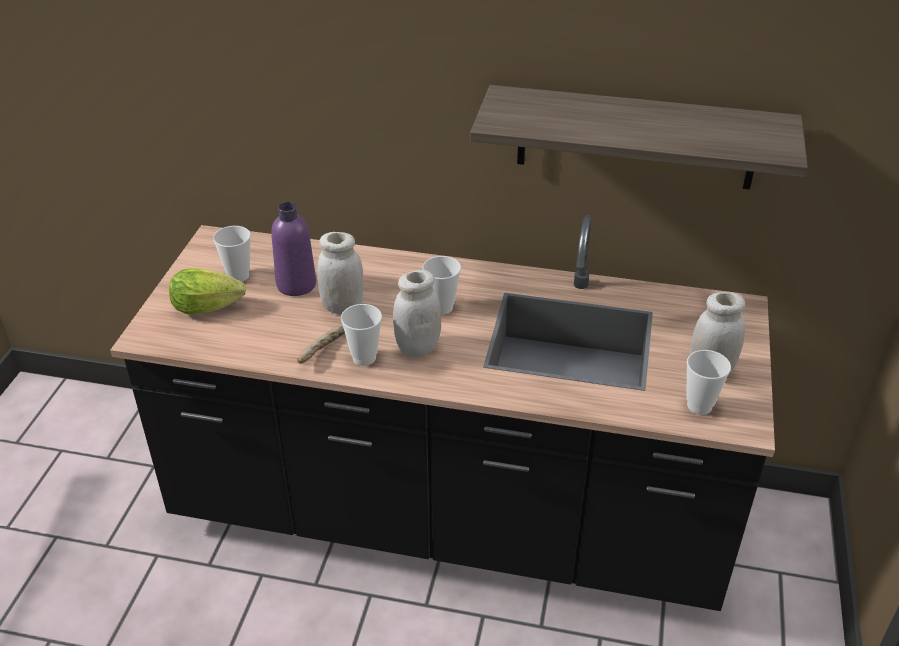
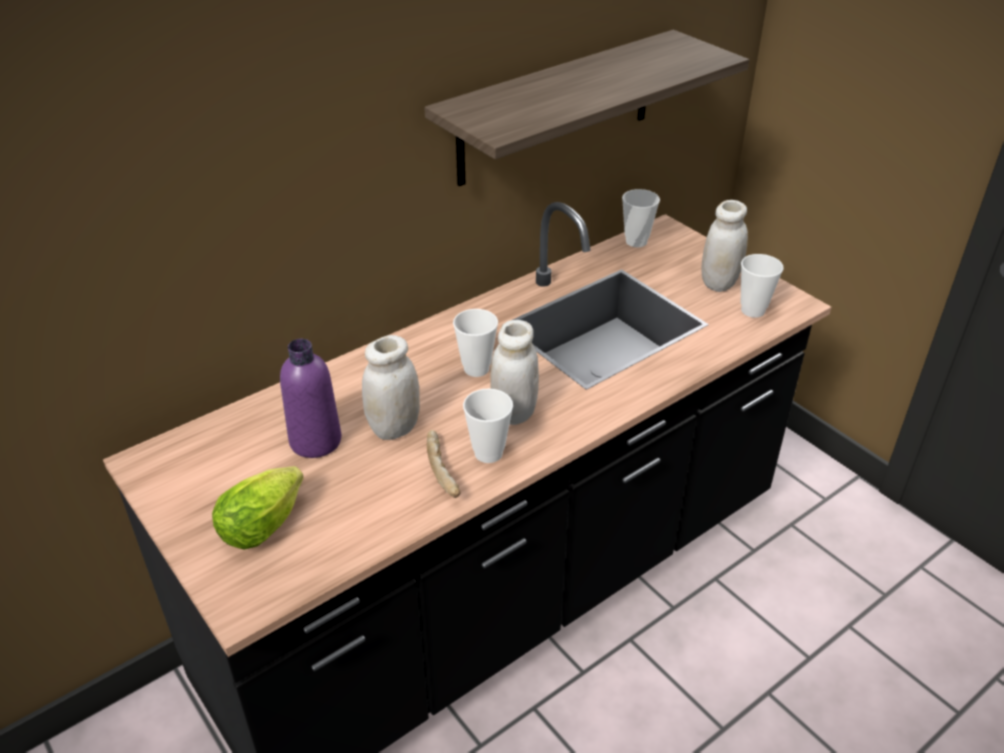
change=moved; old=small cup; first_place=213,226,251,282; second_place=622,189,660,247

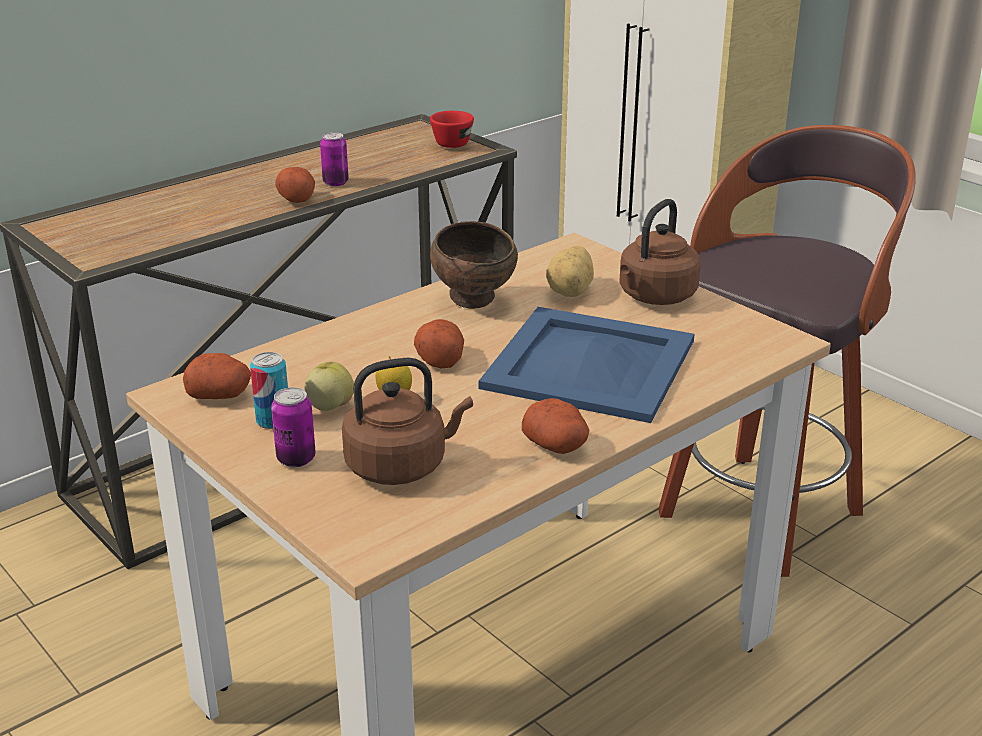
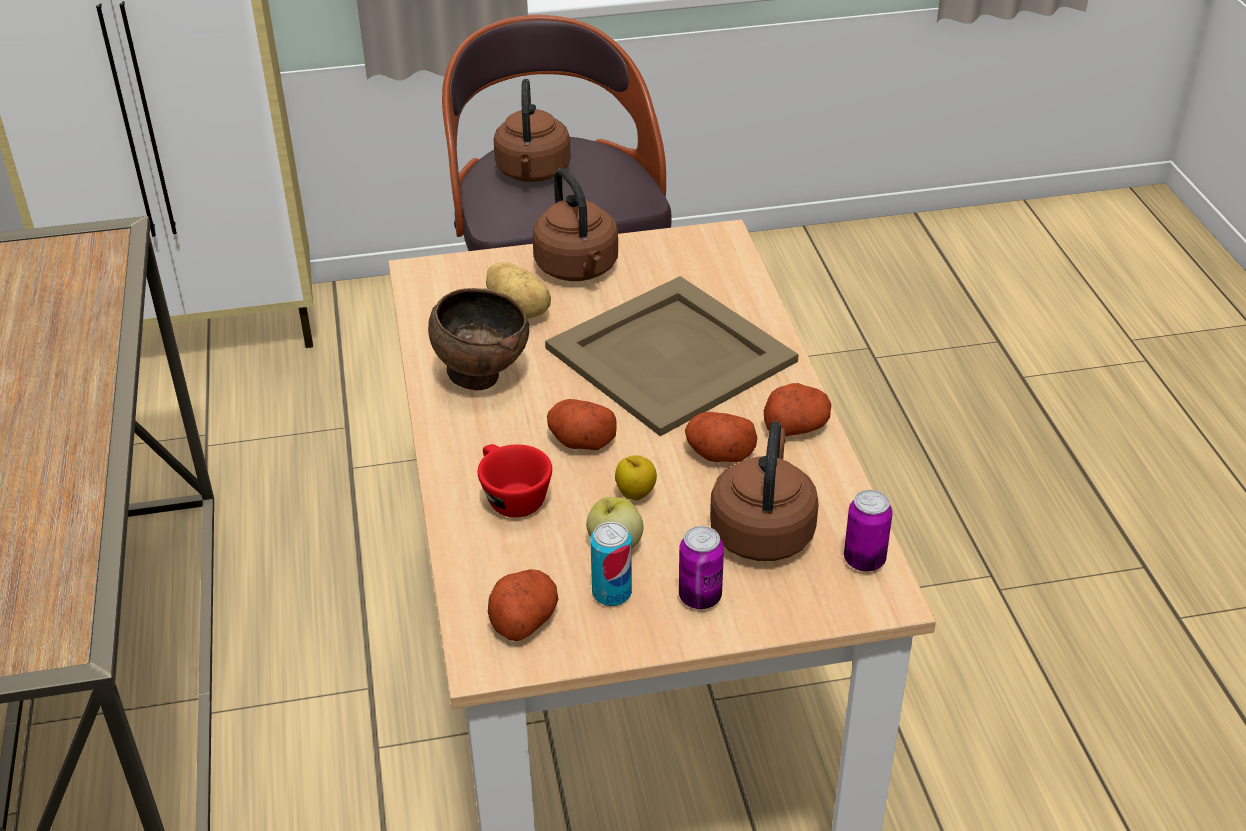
change=moved; old=small cup (red); first_place=430,111,474,148; second_place=478,444,552,518
change=added; new=water kettle (brown); second_place=494,79,571,182
change=recoloured; old=serving tray (blue-coloured); new=serving tray (beige); first_place=479,307,694,423; second_place=545,276,799,436
change=moved; old=potato; first_place=275,167,315,203; second_place=685,412,757,462
change=moved; old=metal can; first_place=320,132,349,186; second_place=844,490,893,572

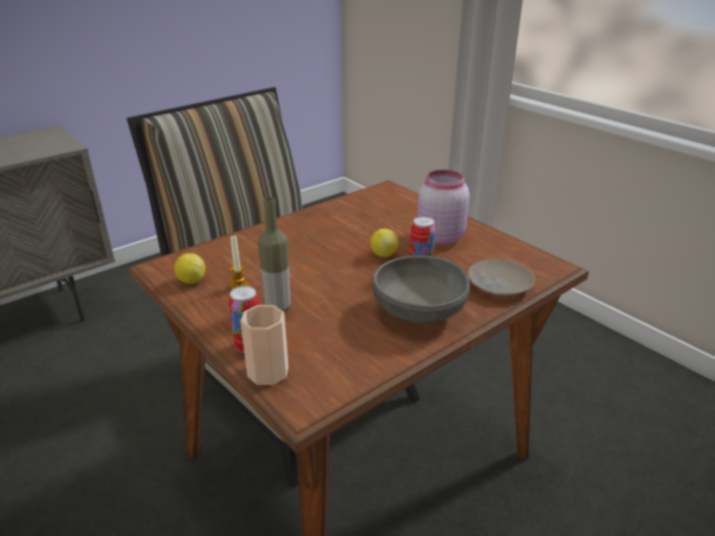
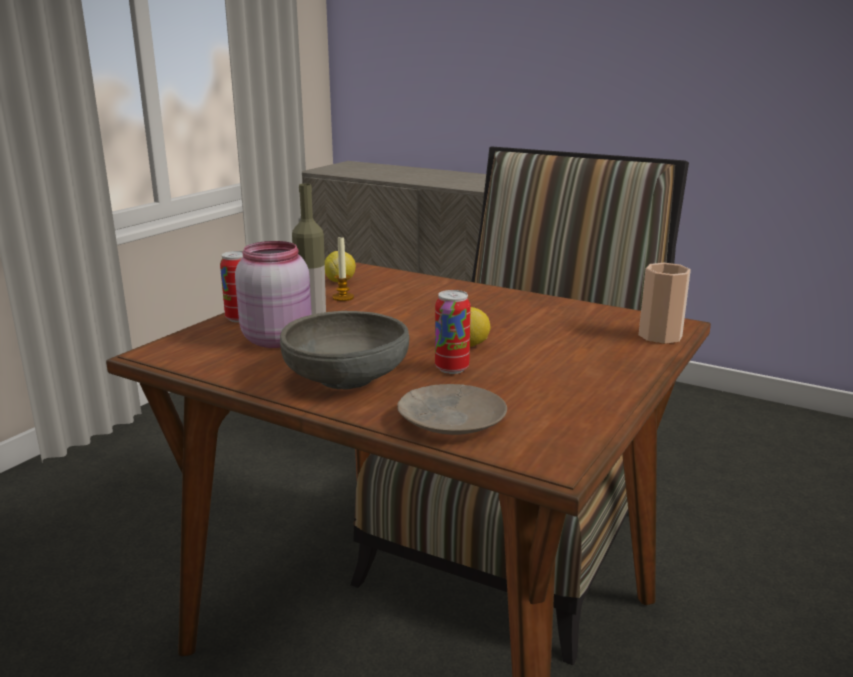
change=moved; old=preserve jar (pink-coloured); first_place=417,170,470,244; second_place=235,241,312,348
change=moved; old=small cup; first_place=240,305,288,385; second_place=639,263,691,344

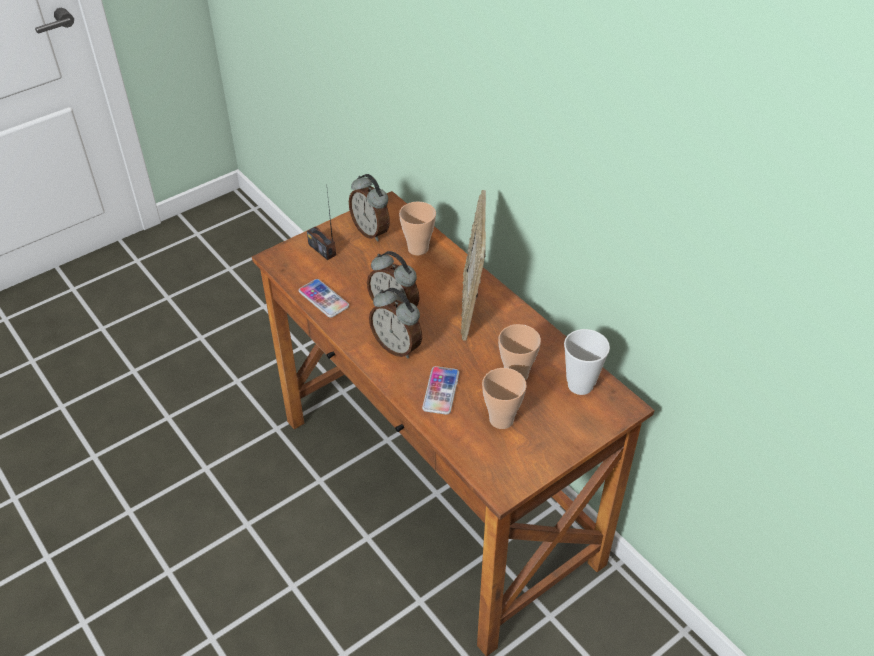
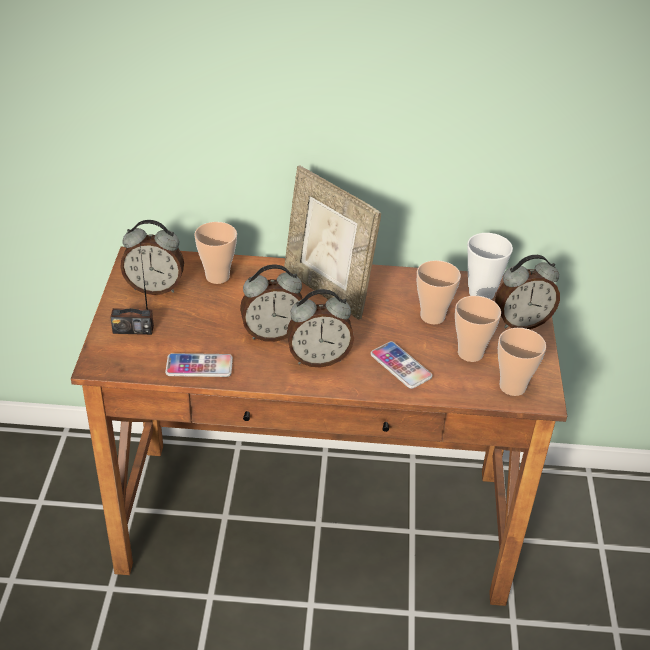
change=added; new=alarm clock; second_place=495,255,560,329
change=added; new=small cup; second_place=498,328,546,396

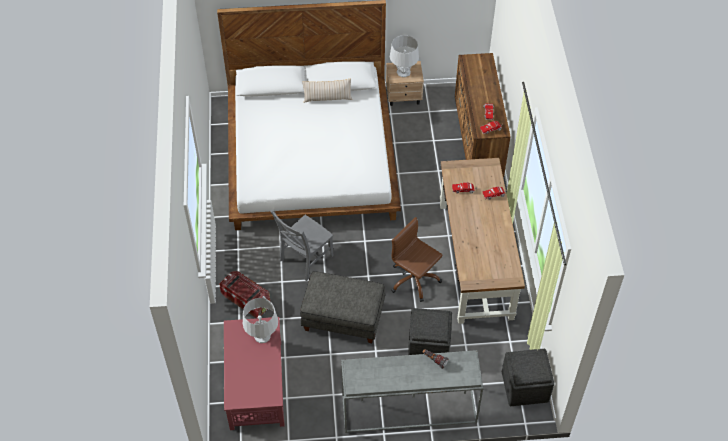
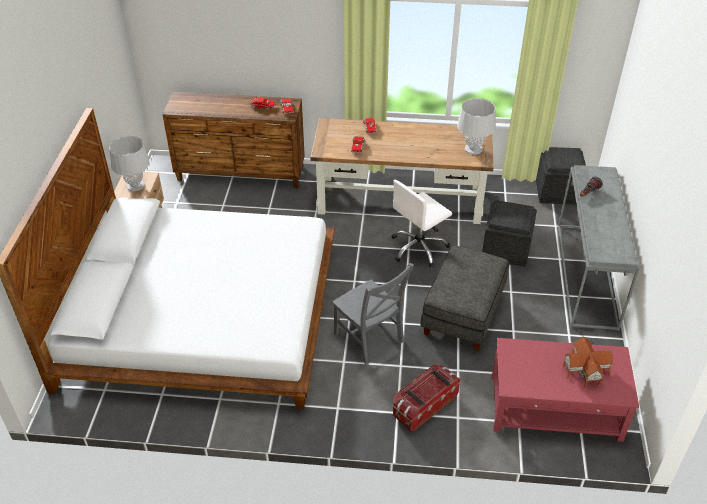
change=recoloured; old=computer chair (brown); new=computer chair (whitish); first_place=391,217,442,302; second_place=392,180,452,268
change=moved; old=tabletop lamp (gray); first_place=243,298,278,343; second_place=457,98,496,155
change=added; new=toy house; second_place=563,336,613,388
change=removed; old=cushion (beige); first_place=302,79,352,103

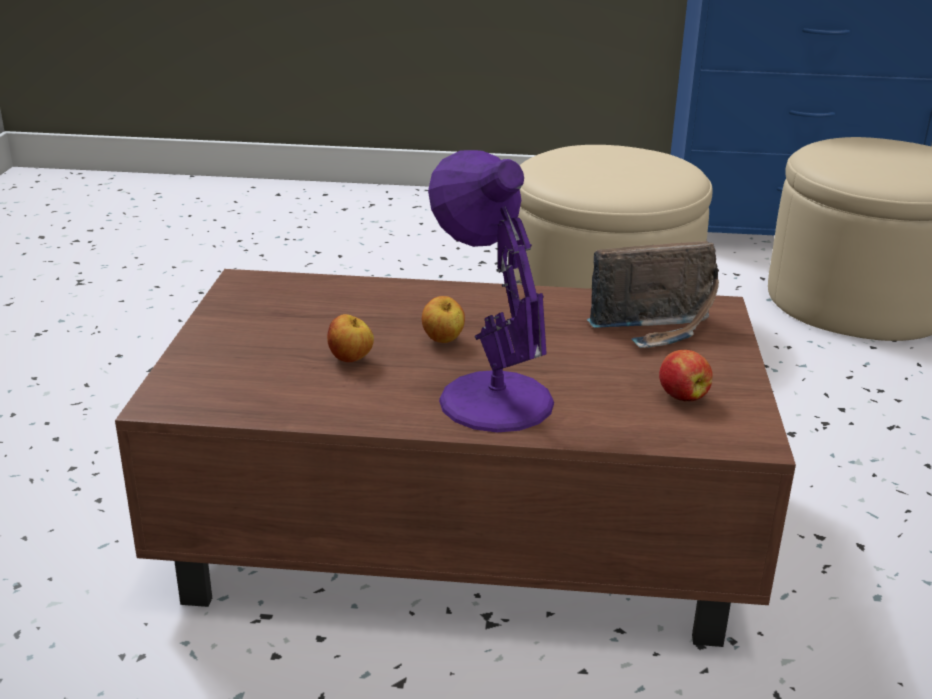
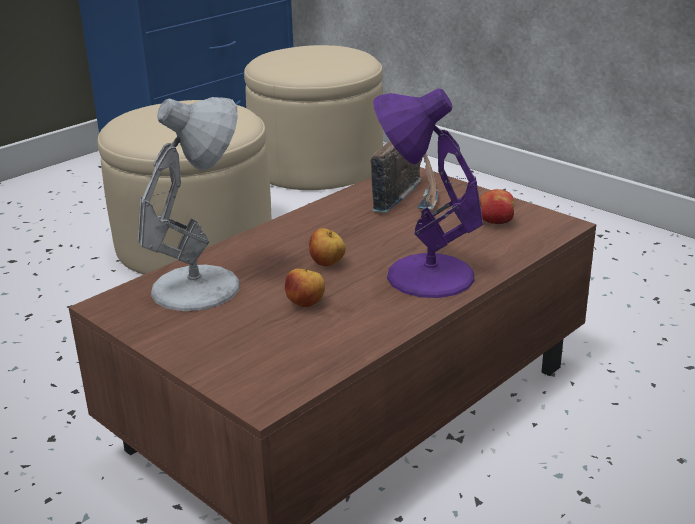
change=added; new=tabletop lamp (whitish); second_place=137,97,240,311

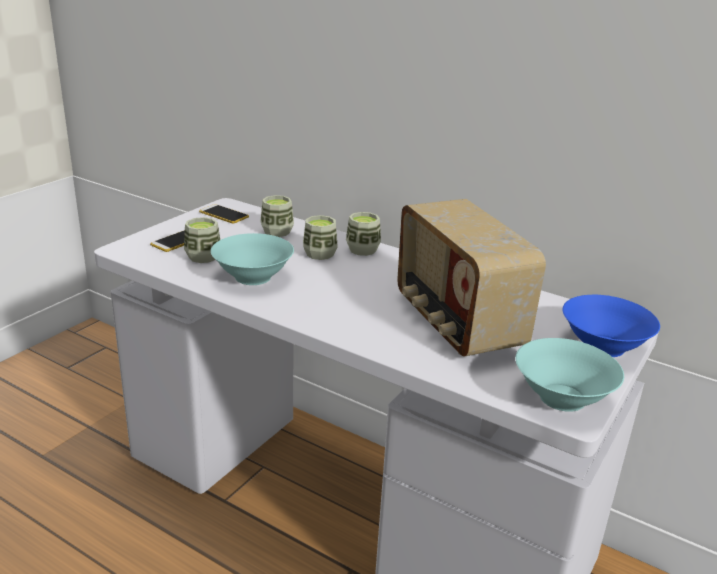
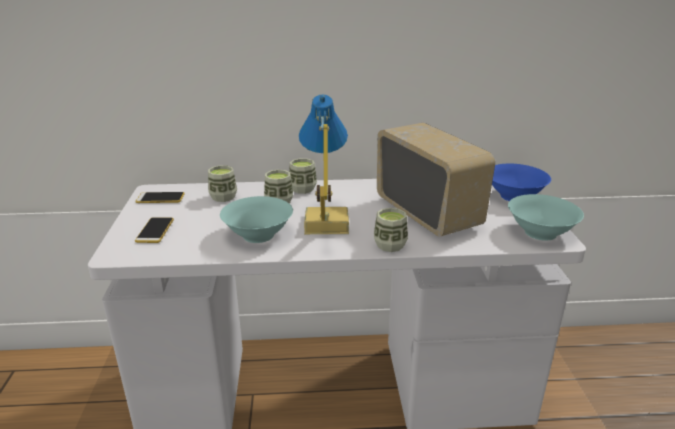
change=added; new=tabletop lamp; second_place=299,95,349,234
change=moved; old=small cup; first_place=184,217,220,263; second_place=374,208,408,252
change=turned; old=radio set; first_place=397,199,546,357; second_place=377,123,495,237; degrees=-150

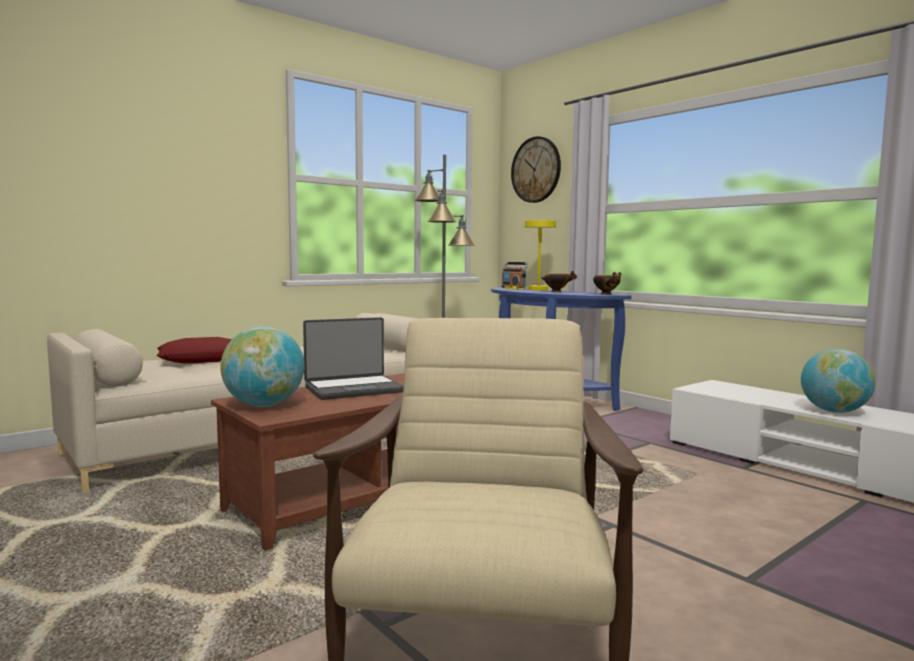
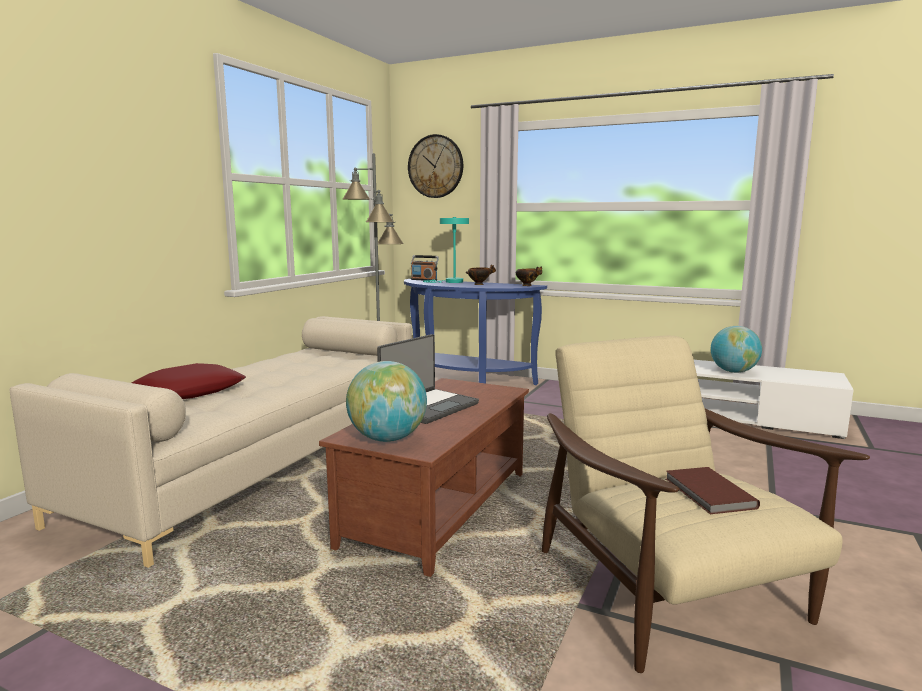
change=recoloured; old=tabletop lamp (yellow); new=tabletop lamp (turquoise-coloured); first_place=504,220,556,290; second_place=423,217,469,283
change=added; new=bound book (brown); second_place=666,467,760,514

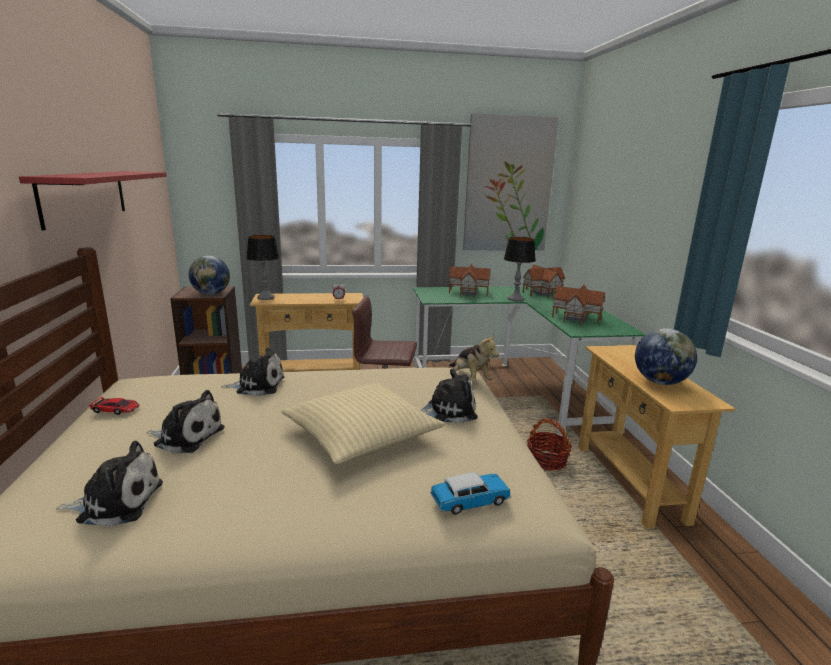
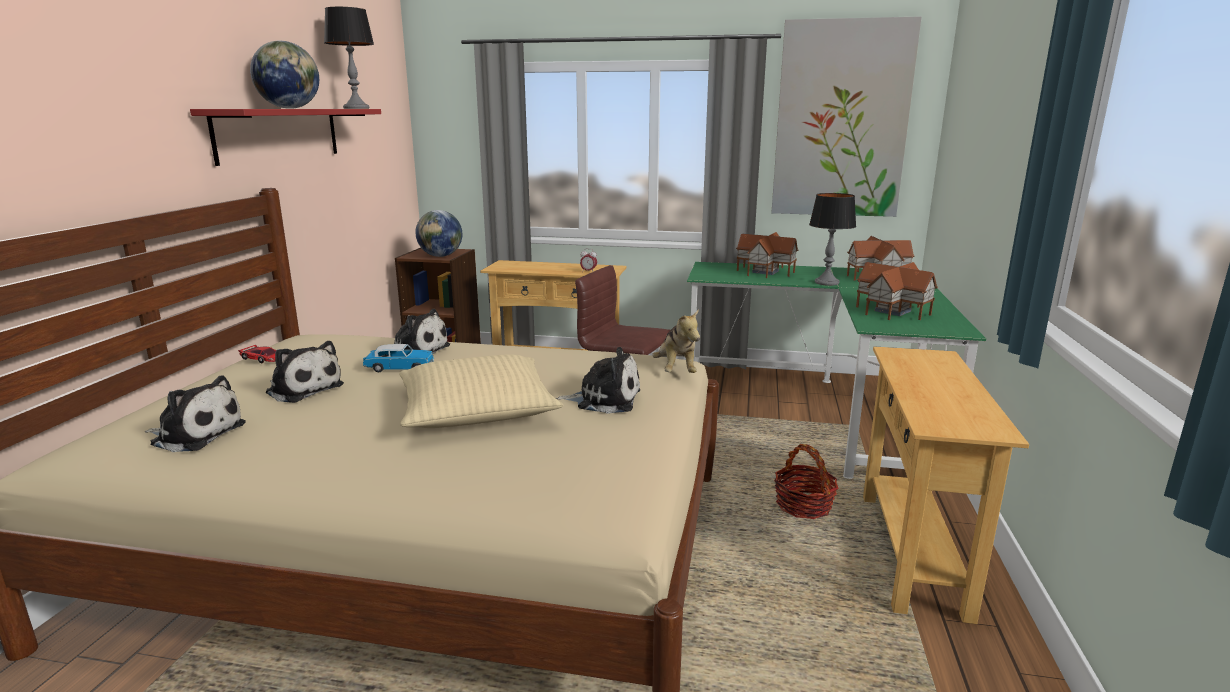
change=moved; old=desk globe; first_place=635,328,697,385; second_place=250,41,319,109
change=moved; old=tabletop lamp; first_place=246,235,280,300; second_place=324,7,374,109
change=moved; old=model car; first_place=430,472,511,515; second_place=363,344,434,372

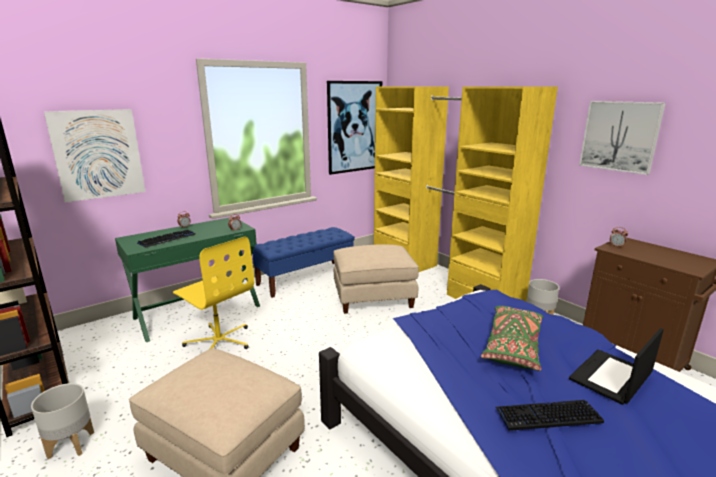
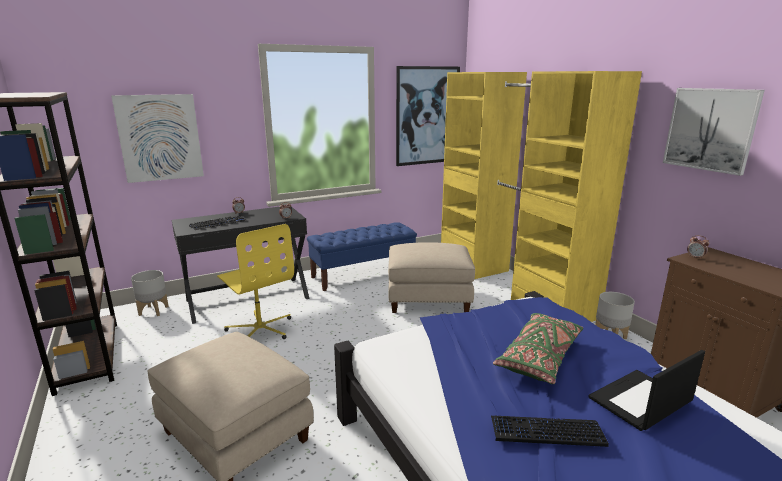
change=moved; old=planter (gray); first_place=31,383,94,459; second_place=131,270,169,316
change=recoloured; old=desk unit (green); new=desk unit (black-coloured); first_place=115,217,260,342; second_place=172,207,310,324

